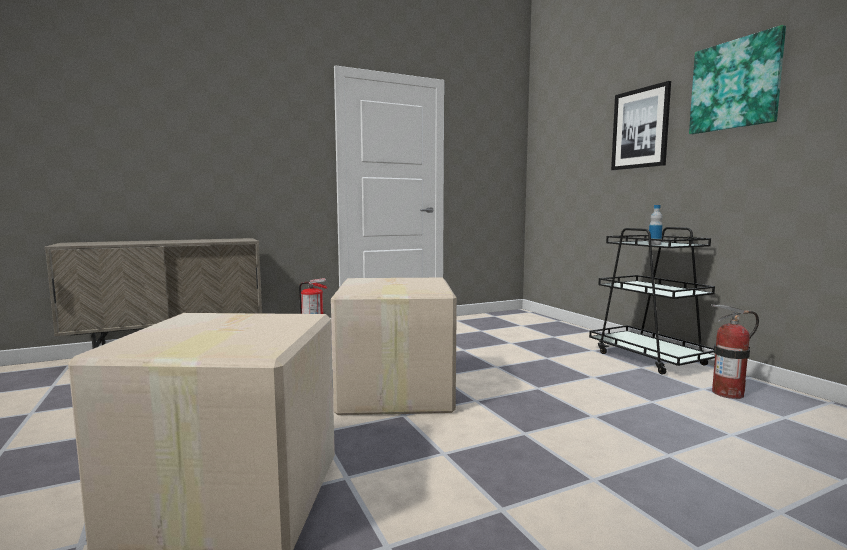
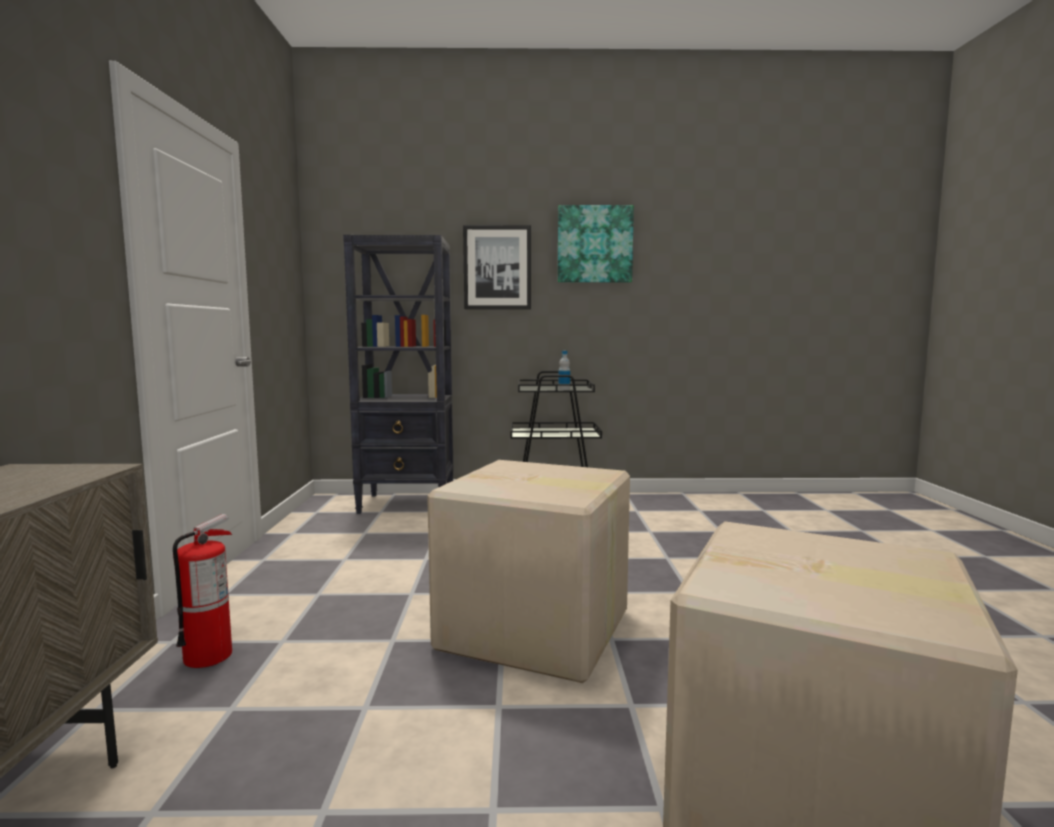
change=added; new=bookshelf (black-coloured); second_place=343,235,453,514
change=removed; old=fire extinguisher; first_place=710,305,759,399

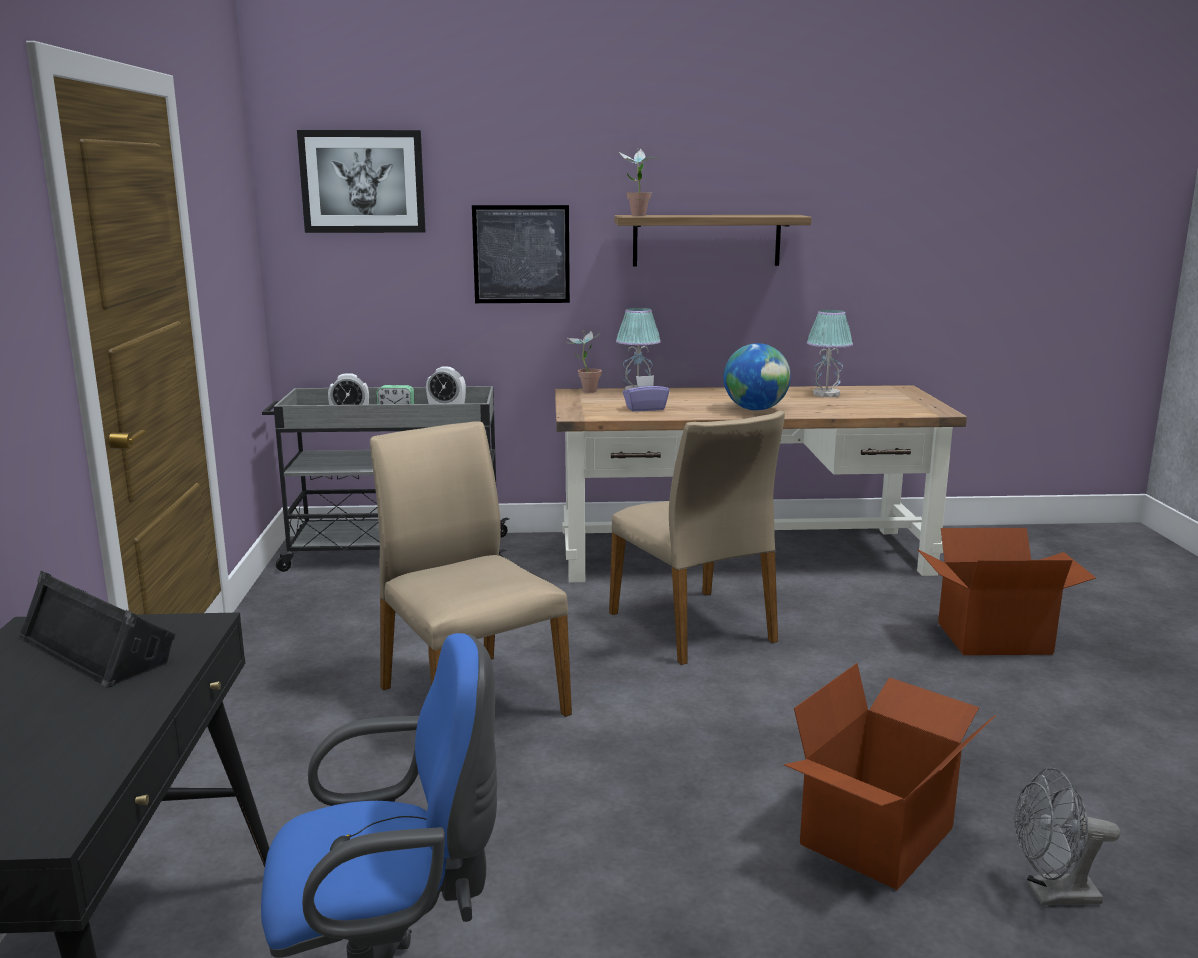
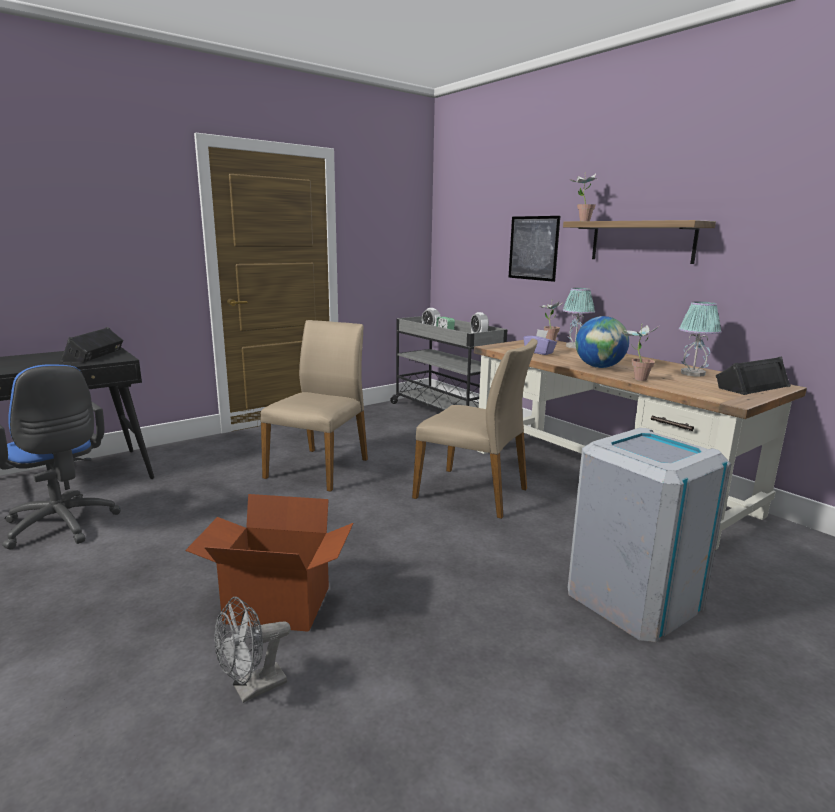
change=turned; old=fan (gray); first_place=1015,768,1120,905; second_place=214,597,291,703; degrees=-90
change=turned; old=upright chair (beige); first_place=609,411,785,665; second_place=412,339,538,519; degrees=-90
change=replaced; old=cardboard box; new=rubbish bin (gray); first_place=917,528,1096,655; second_place=568,428,731,642
change=added; new=houseplant; second_place=623,323,659,381
change=added; new=loudspeaker (black-coloured); second_place=716,356,791,395
change=removed; old=wall art; first_place=297,130,425,233

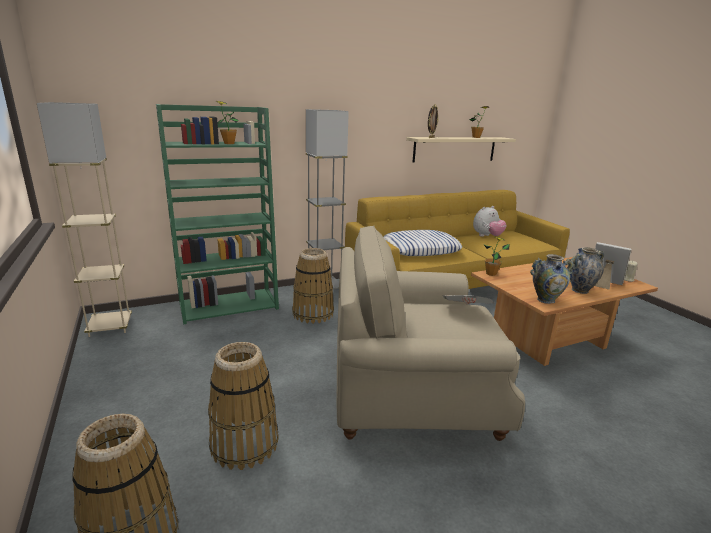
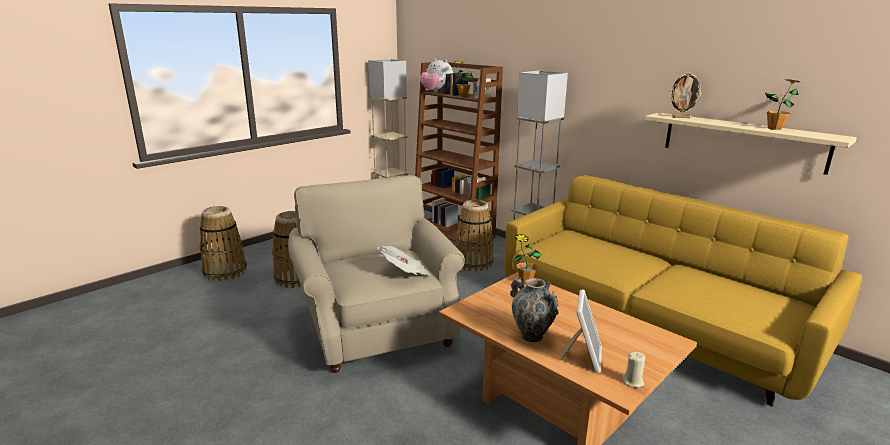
change=recoloured; old=bookshelf (green); new=bookshelf (brown); first_place=156,104,279,325; second_place=415,62,503,249
change=moved; old=plush toy; first_place=473,206,507,237; second_place=420,59,453,92
change=removed; old=cushion; first_place=383,230,462,256
change=removed; old=vase; first_place=530,254,574,304

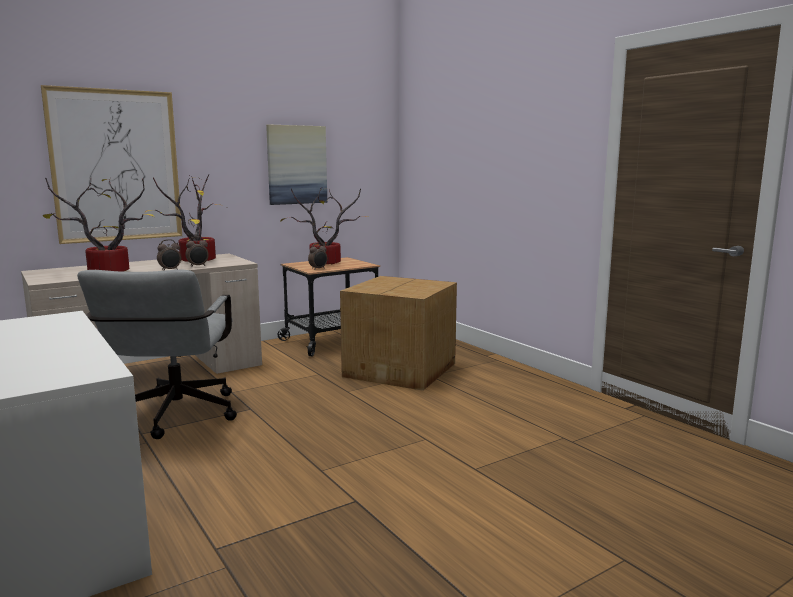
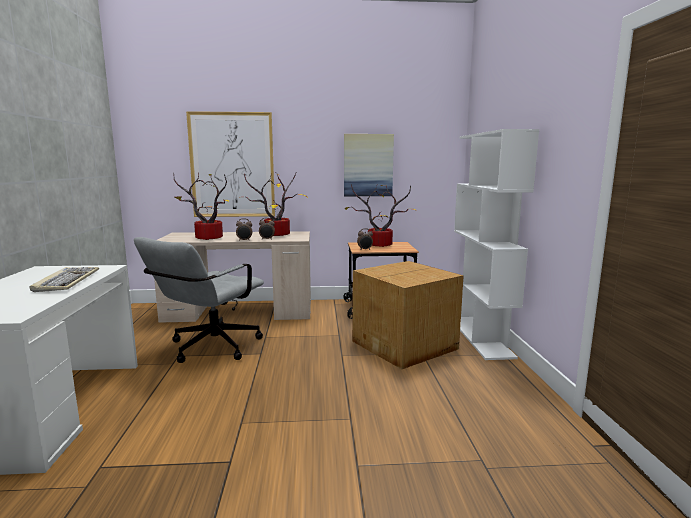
change=added; new=keyboard; second_place=30,267,99,292
change=added; new=bookshelf (whitish); second_place=454,129,539,360

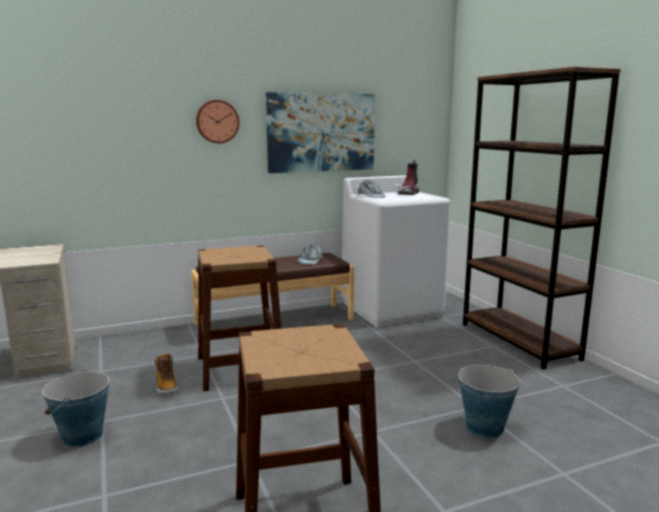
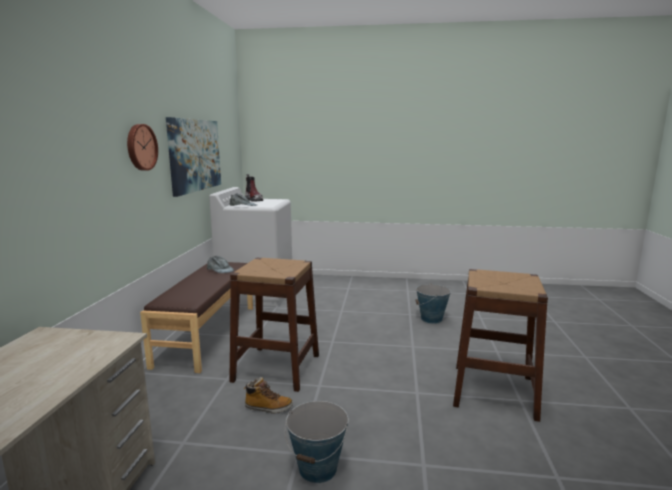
change=removed; old=bookshelf (brown); first_place=463,67,621,370

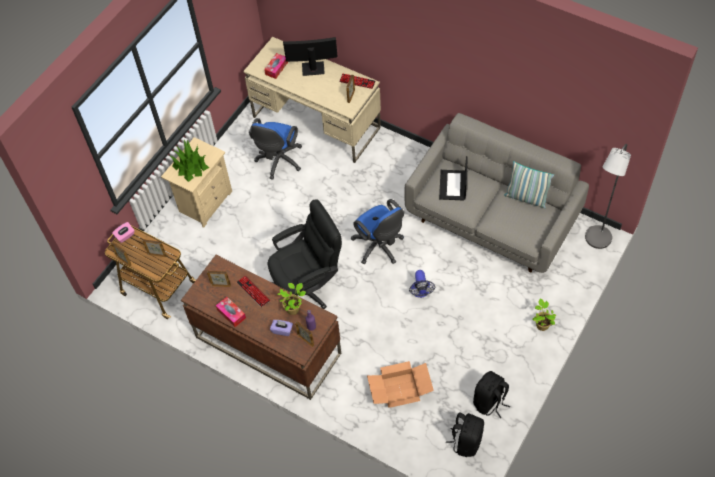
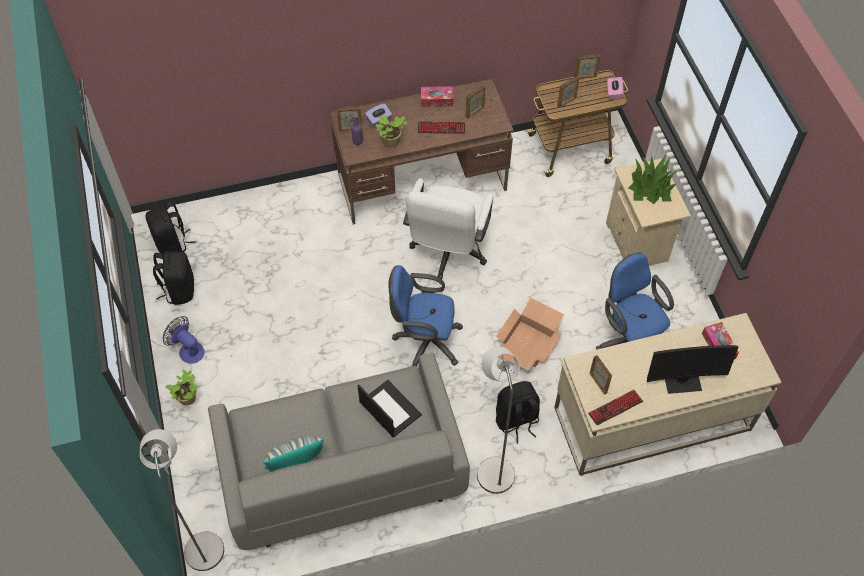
change=moved; old=fan; first_place=409,270,435,298; second_place=163,316,205,364
change=recoloured; old=computer chair (black-coloured); new=computer chair (whitish); first_place=268,199,342,309; second_place=403,178,493,279
change=added; new=standing lamp (gray); second_place=477,347,520,494
change=moved; old=cardboard box; first_place=367,361,434,408; second_place=496,298,564,371
change=added; new=backpack (black-coloured); second_place=496,381,540,444
change=turned; old=computer screen; first_place=283,37,337,76; second_place=647,345,738,394; degrees=45

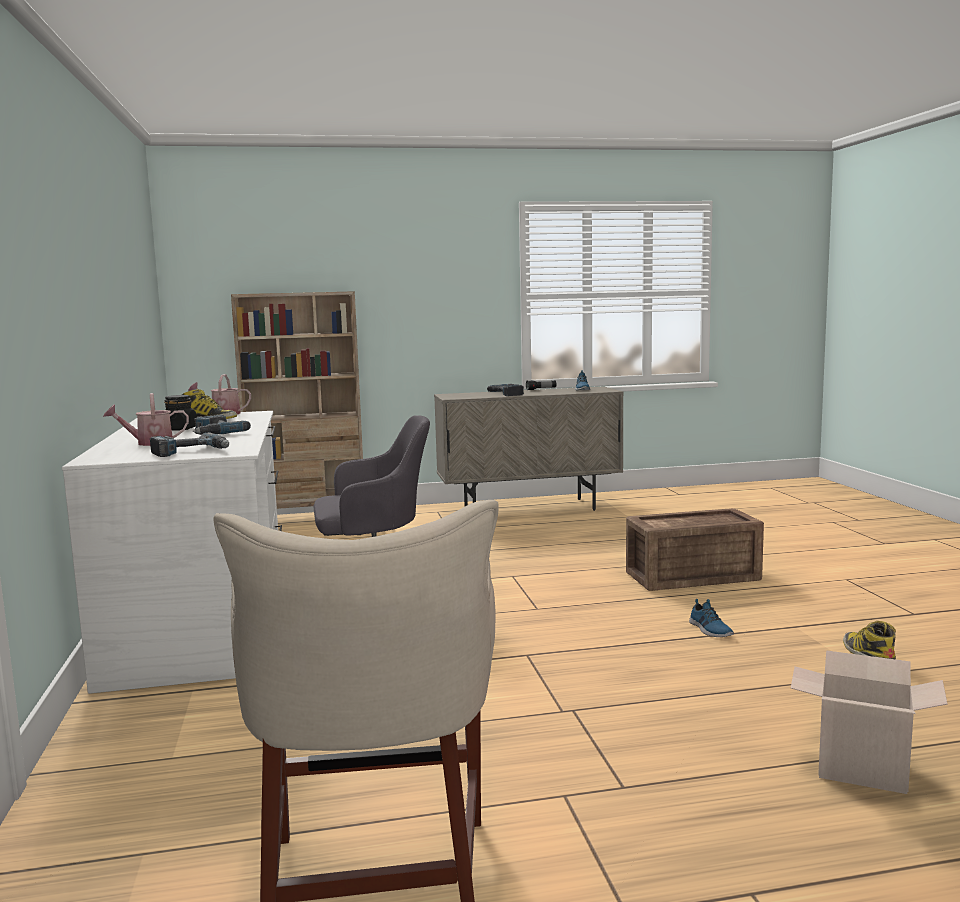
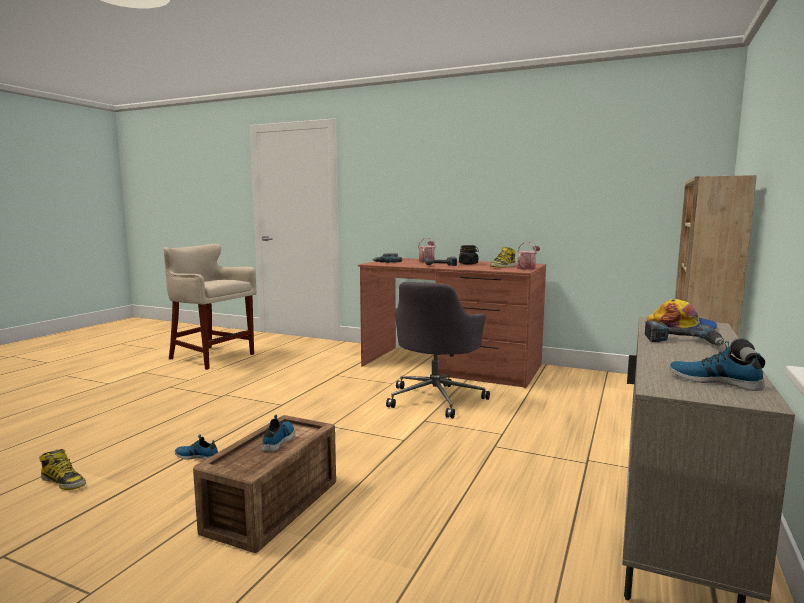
change=added; new=item of footwear; second_place=262,415,294,452
change=recoloured; old=desk unit (whitish); new=desk unit (brown); first_place=62,411,282,694; second_place=358,258,546,388
change=added; new=peaked cap; second_place=647,299,717,329
change=removed; old=cardboard box; first_place=791,650,948,794

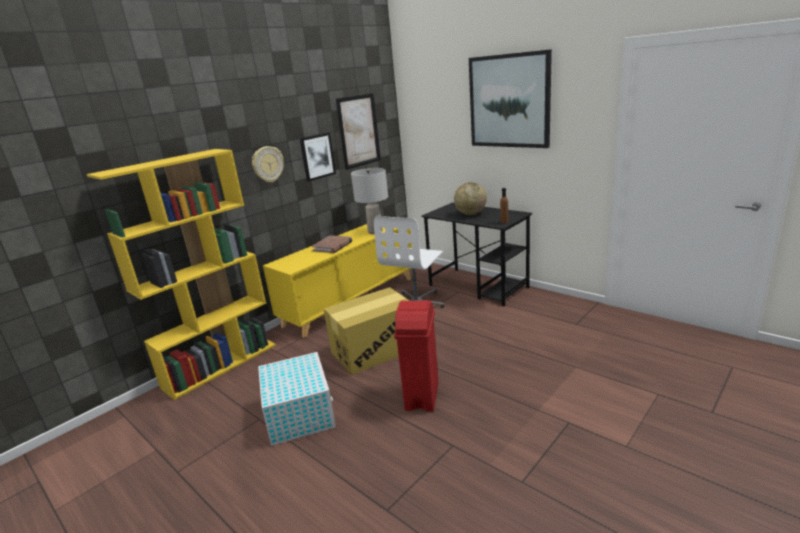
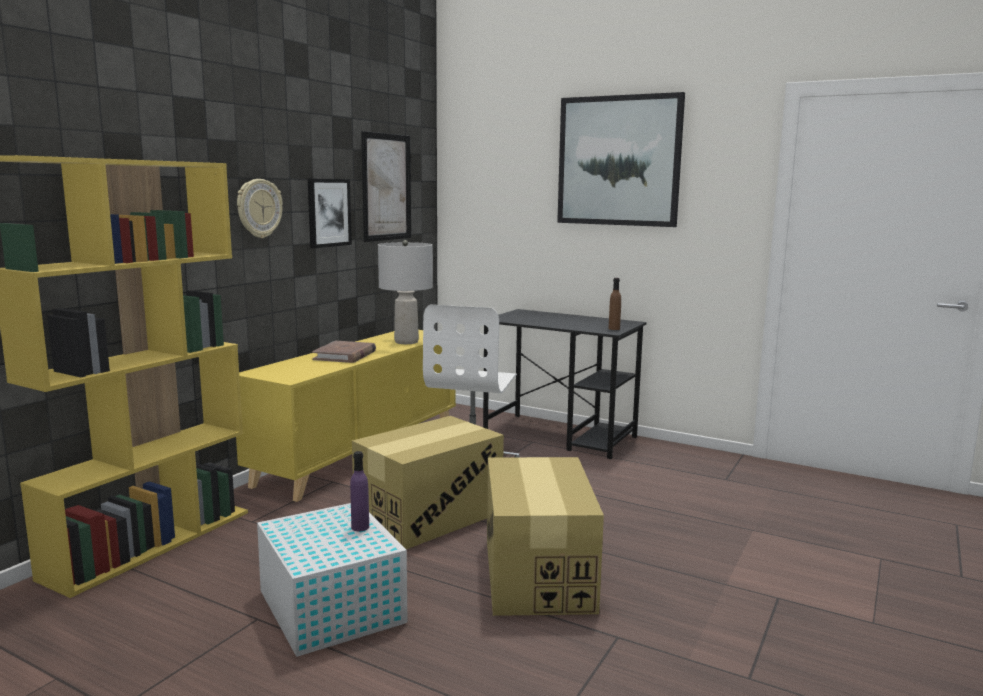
change=added; new=beverage bottle (purplish); second_place=350,451,369,531
change=replaced; old=rubbish bin (red); new=cardboard box; first_place=394,301,439,412; second_place=487,457,604,616
change=removed; old=desk globe; first_place=454,182,487,215

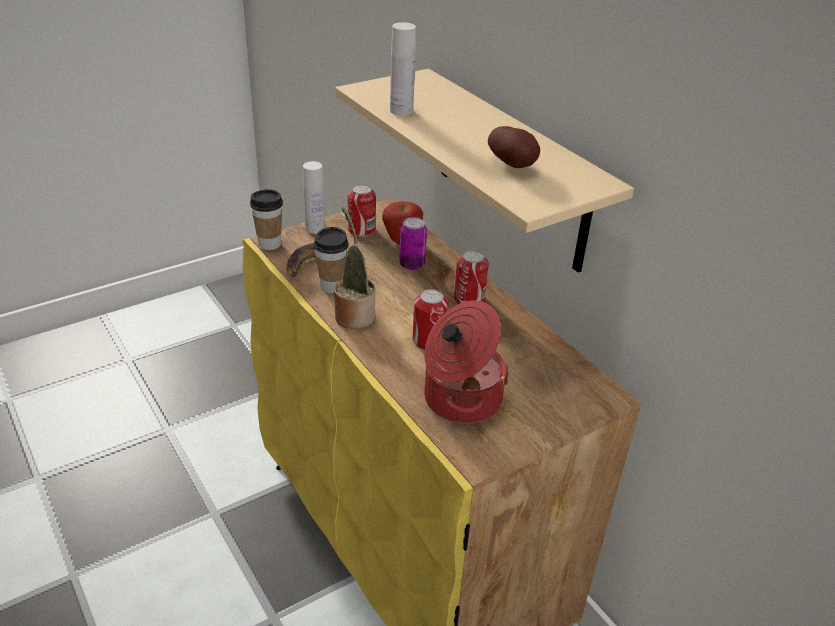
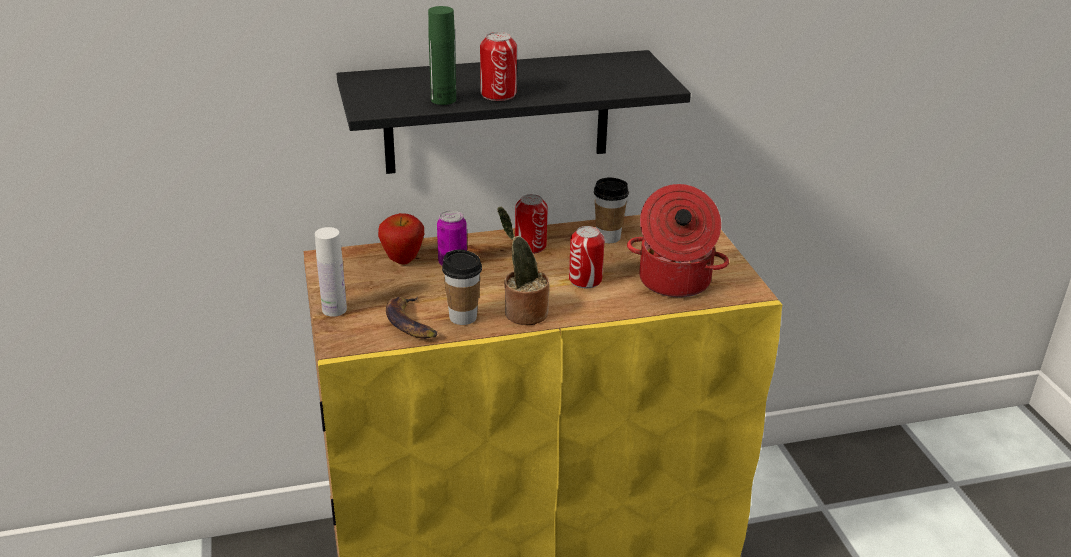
change=recoloured; old=wall shelf (beige); new=wall shelf (black-coloured); first_place=335,69,634,273; second_place=337,50,691,174
change=recoloured; old=beverage bottle (whitish); new=beverage bottle (green); first_place=390,22,416,116; second_place=428,6,456,105
change=moved; old=metal can; first_place=348,184,376,237; second_place=480,32,517,101
change=moved; old=small cup; first_place=250,189,283,250; second_place=594,178,629,243
change=removed; old=potato; first_place=488,126,540,168

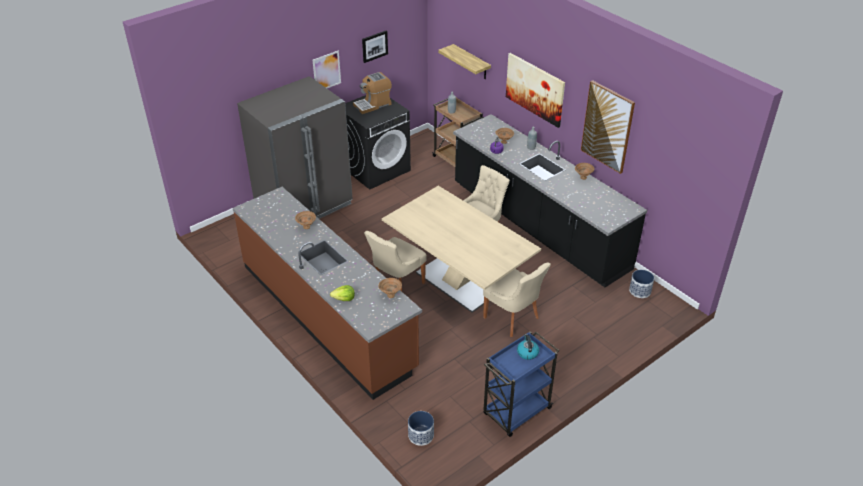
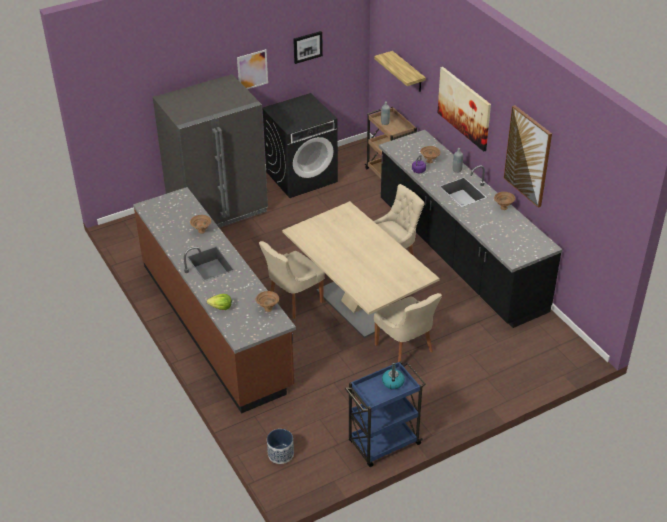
change=removed; old=coffee brewer; first_place=353,72,392,114
change=removed; old=planter; first_place=629,270,654,298

